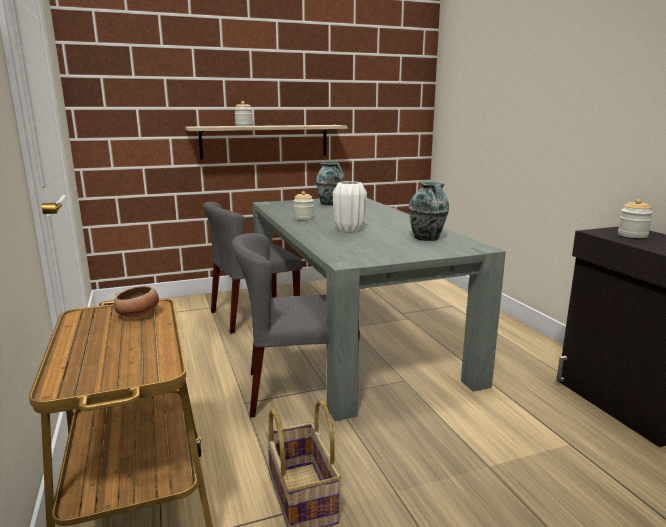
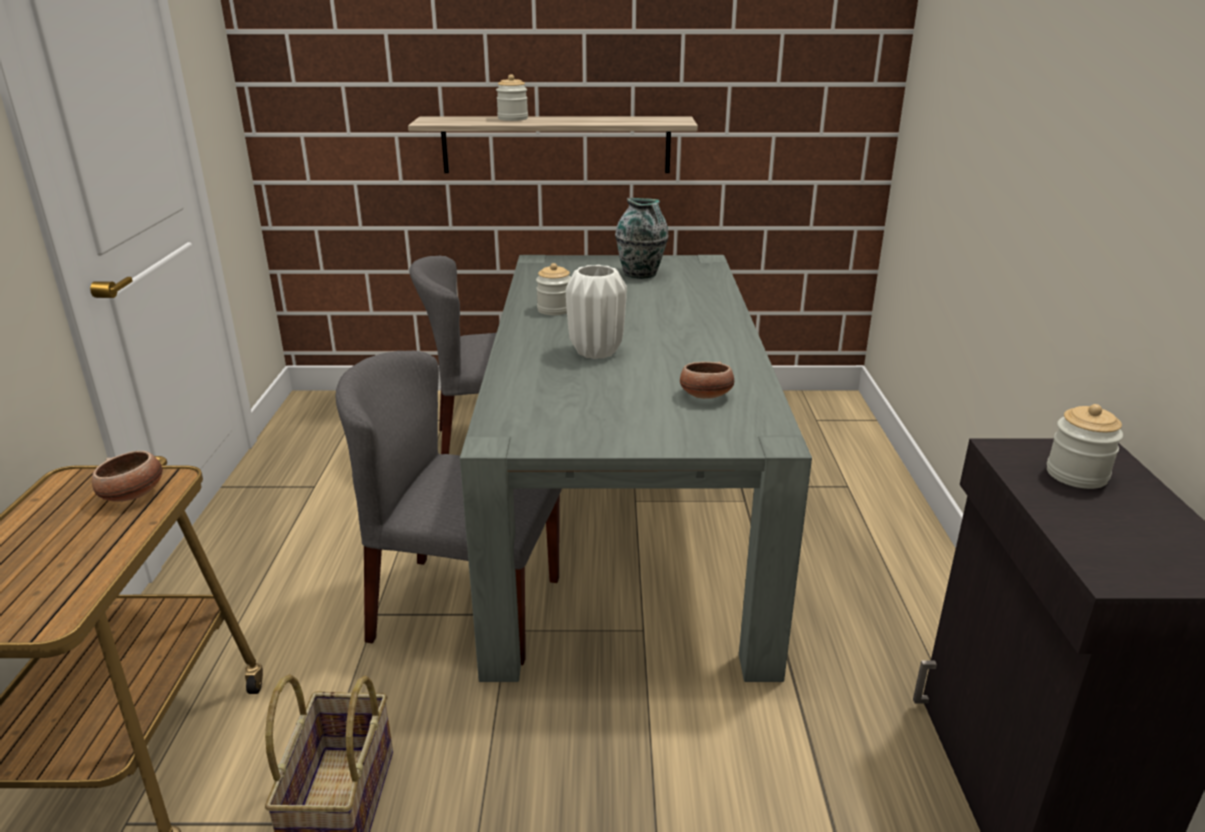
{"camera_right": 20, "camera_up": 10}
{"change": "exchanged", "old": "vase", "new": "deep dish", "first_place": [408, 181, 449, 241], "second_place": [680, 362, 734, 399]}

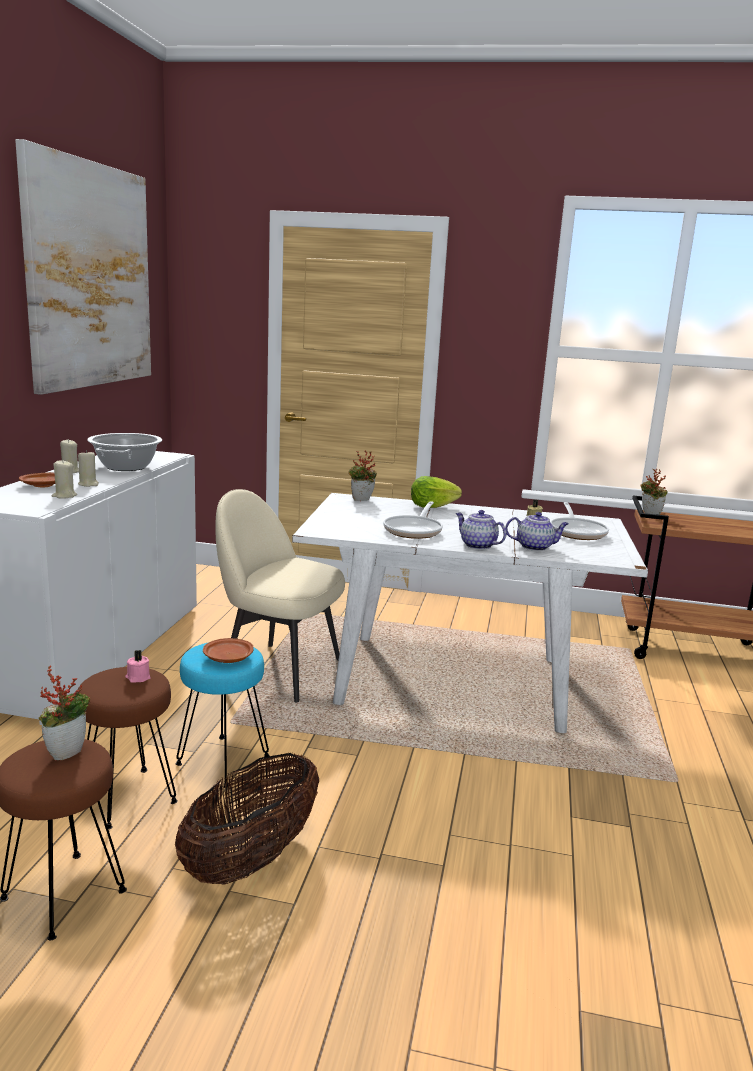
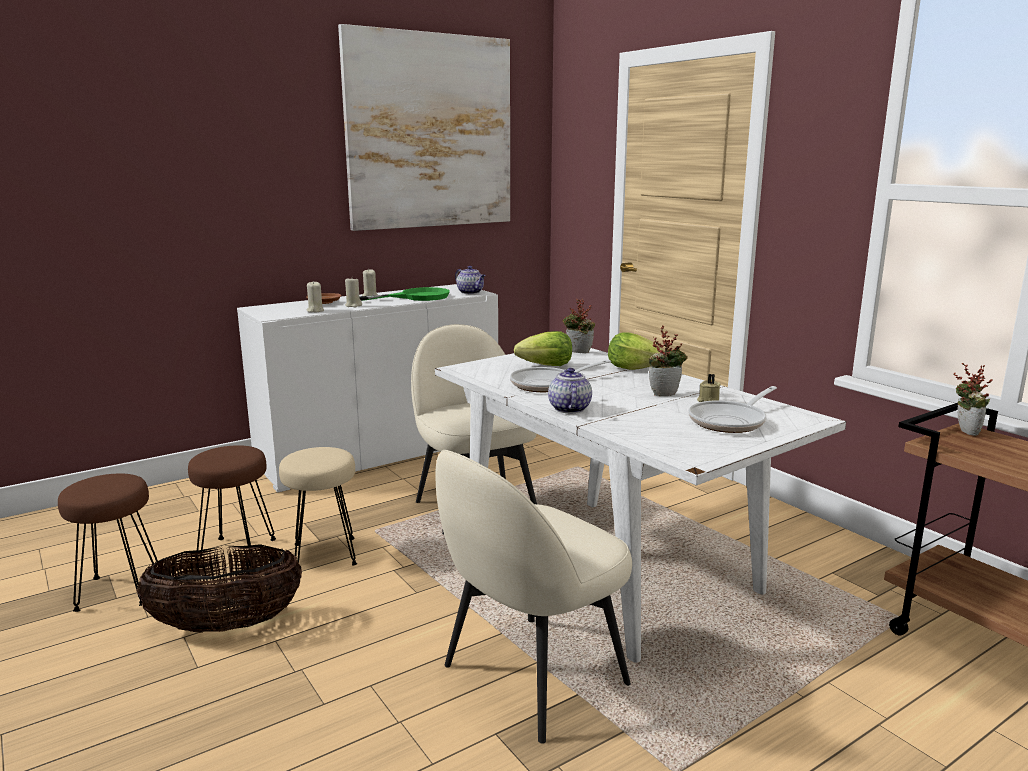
{"camera_right": 45, "camera_up": 0}
{"change": "relocated", "old": "houseplant", "first_place": [39, 666, 90, 761], "second_place": [648, 326, 688, 396]}
{"change": "exchanged", "old": "saucepot", "new": "frying pan (green)", "first_place": [87, 433, 162, 471], "second_place": [360, 287, 450, 301]}
{"change": "missing", "old": "wax candle (pinkish)", "first_place": [125, 650, 151, 683]}
{"change": "colour", "old": "stool (blue-green)", "new": "stool (beige)", "first_place": [175, 642, 270, 788], "second_place": [279, 447, 357, 566]}
{"change": "missing", "old": "plate (brownish)", "first_place": [203, 638, 254, 663]}
{"change": "relocated", "old": "tea pot", "first_place": [505, 512, 569, 551], "second_place": [455, 266, 486, 294]}
{"change": "appeared", "new": "chair (beige)", "second_place": [435, 450, 632, 744]}
{"change": "appeared", "new": "head of lettuce", "second_place": [514, 331, 572, 366]}

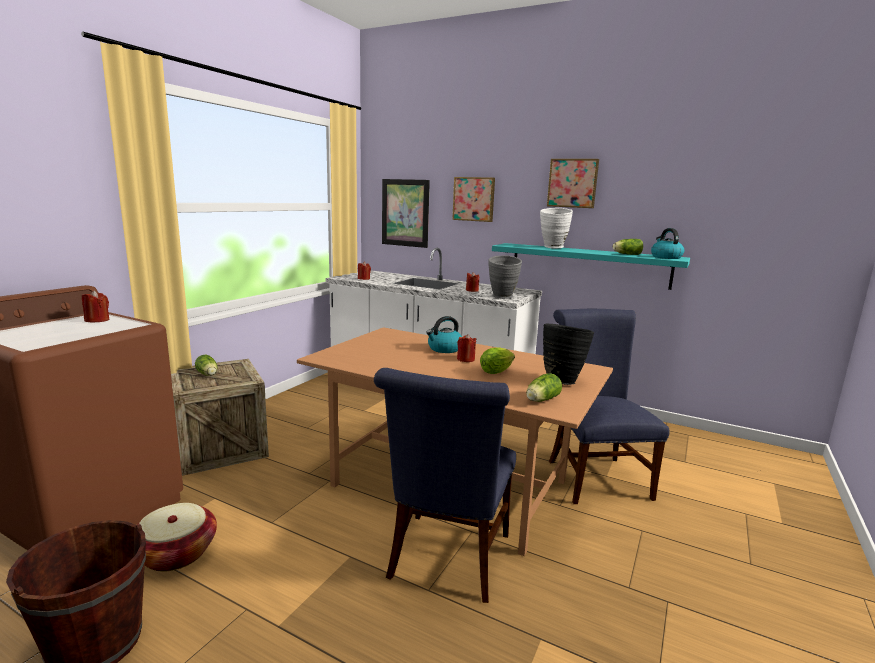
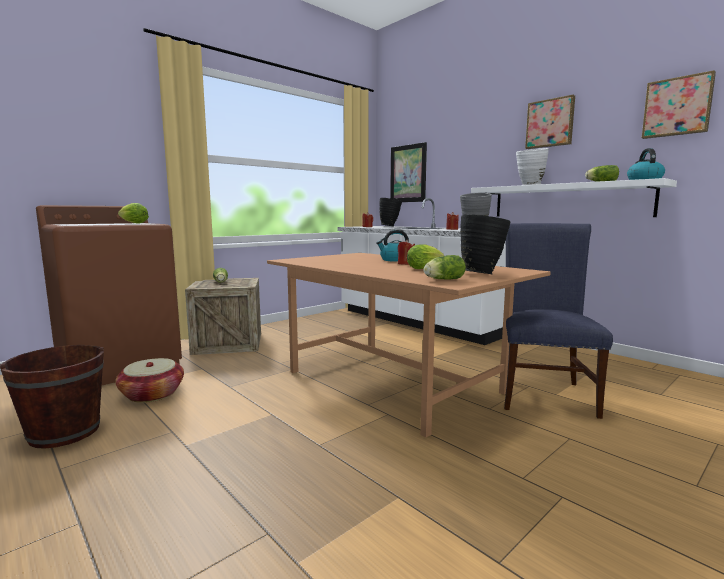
{"camera_right": 20, "camera_up": -5}
{"change": "exchanged", "old": "wax candle (red)", "new": "head of lettuce", "first_place": [82, 290, 109, 322], "second_place": [118, 203, 149, 224]}
{"change": "missing", "old": "chair (bluish)", "first_place": [374, 368, 516, 603]}
{"change": "relocated", "old": "wall picture", "first_place": [452, 177, 495, 222], "second_place": [642, 70, 716, 139]}
{"change": "colour", "old": "shelf (blue-green)", "new": "shelf (white-coloured)", "first_place": [492, 243, 690, 290], "second_place": [471, 178, 677, 217]}
{"change": "appeared", "new": "vase (black-coloured)", "second_place": [379, 198, 402, 226]}

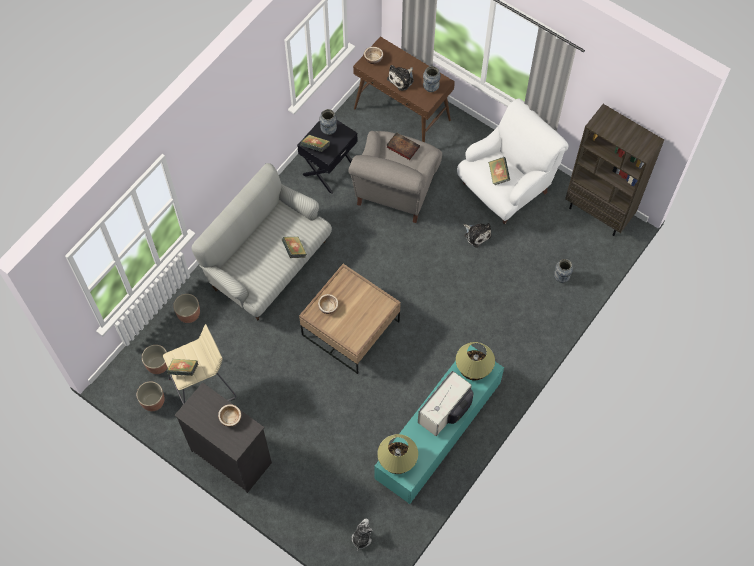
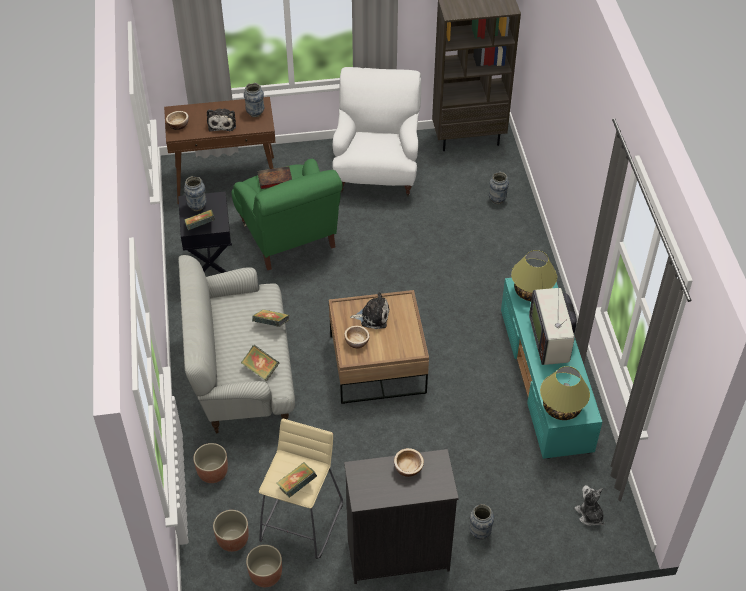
{"camera_right": -45, "camera_up": -15}
{"change": "colour", "old": "armchair (gray)", "new": "armchair (green)", "first_place": [348, 131, 442, 223], "second_place": [232, 159, 343, 270]}
{"change": "relocated", "old": "soft toy", "first_place": [463, 223, 492, 248], "second_place": [350, 292, 389, 329]}
{"change": "relocated", "old": "book", "first_place": [489, 157, 510, 185], "second_place": [241, 345, 280, 381]}
{"change": "appeared", "new": "vase", "second_place": [469, 504, 494, 539]}

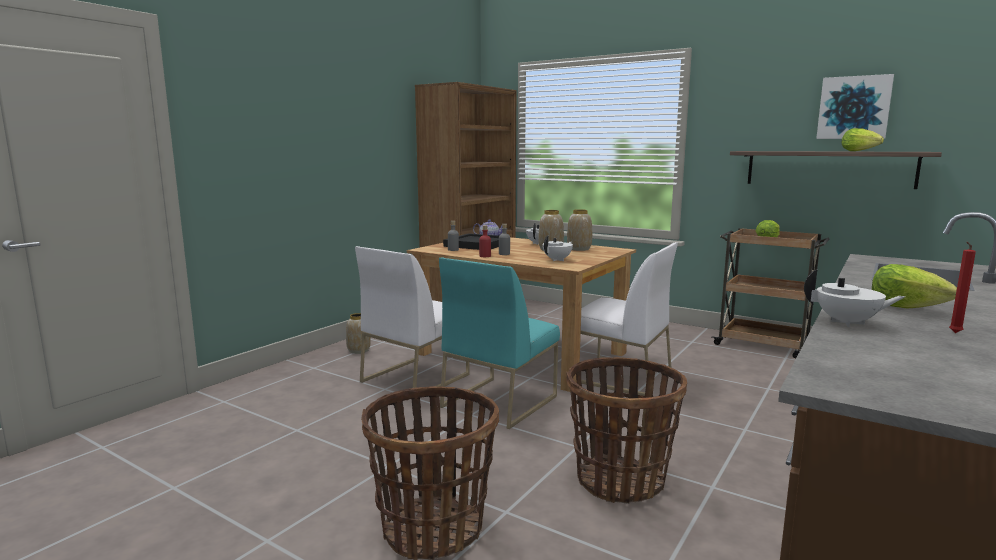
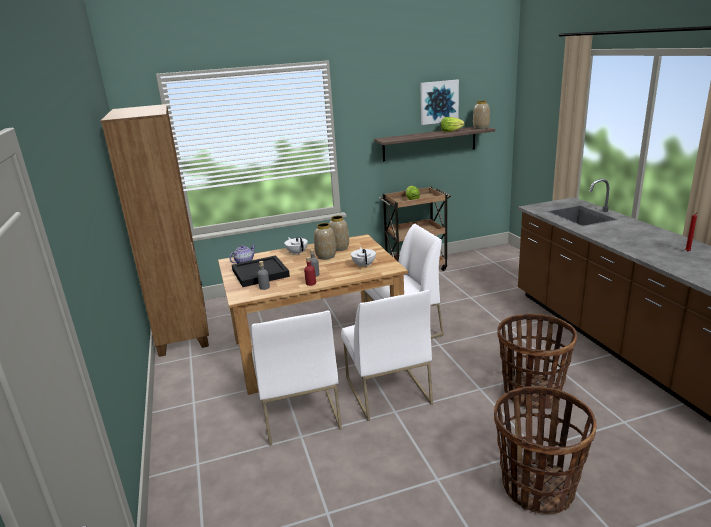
{"camera_right": -50, "camera_up": 10}
{"change": "relocated", "old": "vase", "first_place": [346, 313, 371, 354], "second_place": [473, 101, 490, 129]}
{"change": "colour", "old": "chair (blue-green)", "new": "chair (white-coloured)", "first_place": [439, 258, 560, 429], "second_place": [341, 290, 433, 421]}
{"change": "missing", "old": "tea pot (white-coloured)", "first_place": [804, 269, 905, 327]}
{"change": "missing", "old": "head of lettuce", "first_place": [872, 264, 957, 309]}

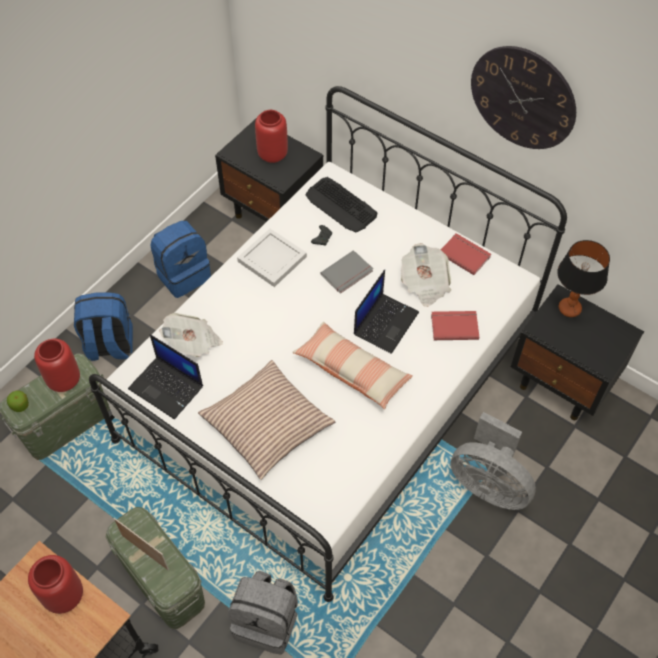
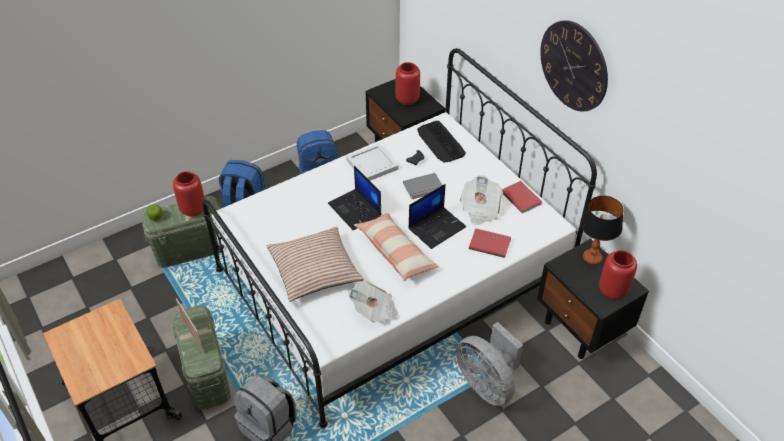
{"camera_right": 20, "camera_up": -10}
{"change": "relocated", "old": "vase (red)", "first_place": [28, 555, 83, 614], "second_place": [599, 250, 637, 299]}
{"change": "relocated", "old": "portable computer", "first_place": [128, 334, 203, 419], "second_place": [328, 166, 382, 230]}
{"change": "relocated", "old": "newspaper", "first_place": [159, 313, 223, 357], "second_place": [348, 281, 400, 323]}

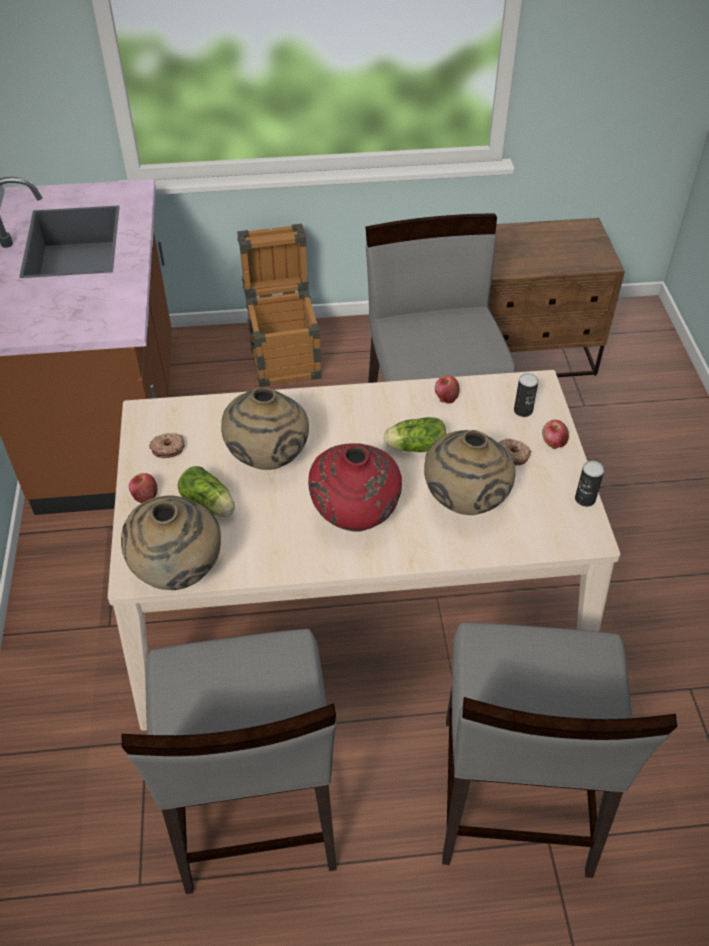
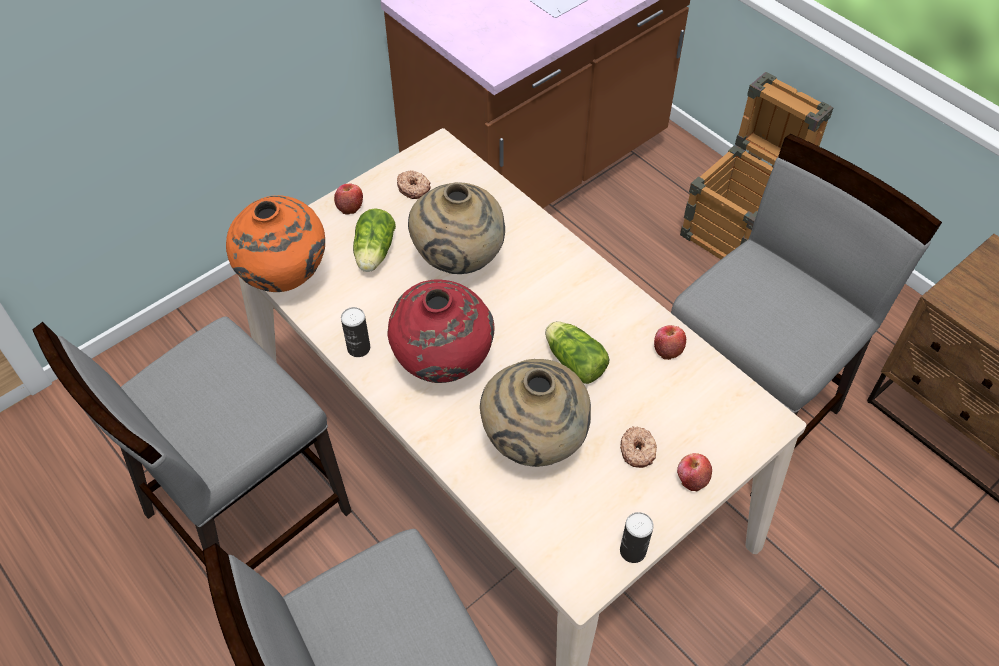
{"camera_right": 55, "camera_up": 5}
{"change": "colour", "old": "vase (beige)", "new": "vase (orange-coloured)", "first_place": [121, 495, 221, 590], "second_place": [226, 195, 325, 292]}
{"change": "relocated", "old": "can", "first_place": [514, 373, 539, 417], "second_place": [341, 307, 370, 357]}

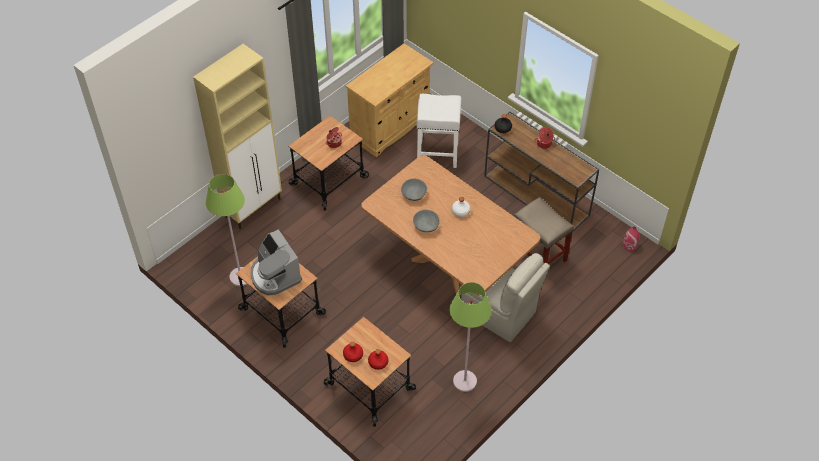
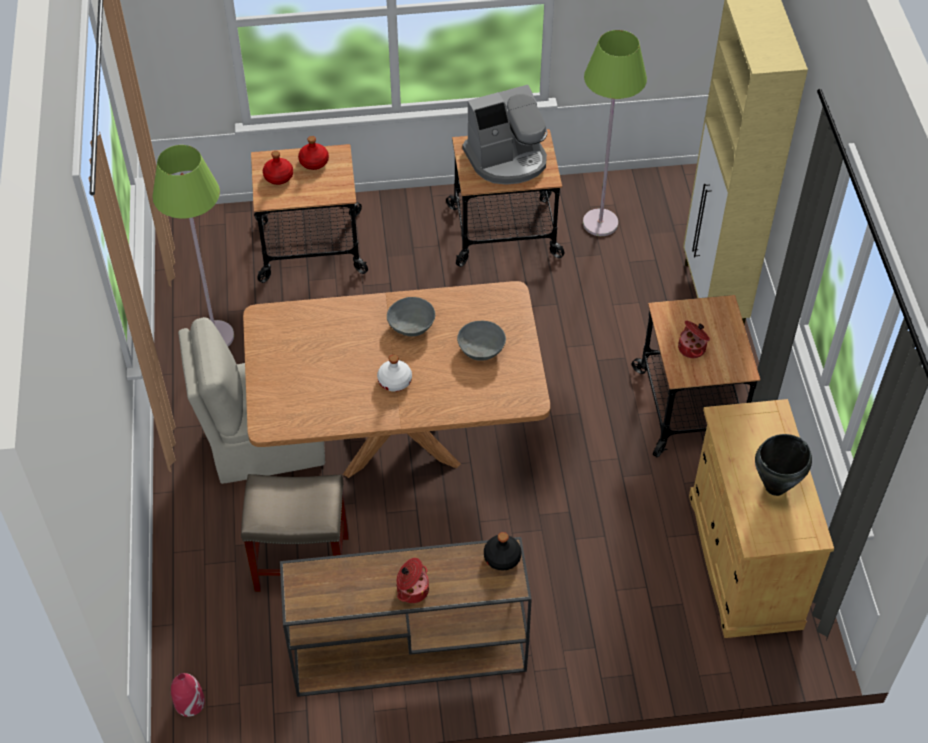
{"camera_right": 130, "camera_up": 0}
{"change": "spun", "old": "coffee machine", "first_place": [251, 229, 302, 295], "second_place": [463, 85, 548, 185], "degrees": 150}
{"change": "missing", "old": "stool (white-coloured)", "first_place": [416, 94, 461, 168]}
{"change": "appeared", "new": "saucepot (black-coloured)", "second_place": [755, 434, 812, 496]}

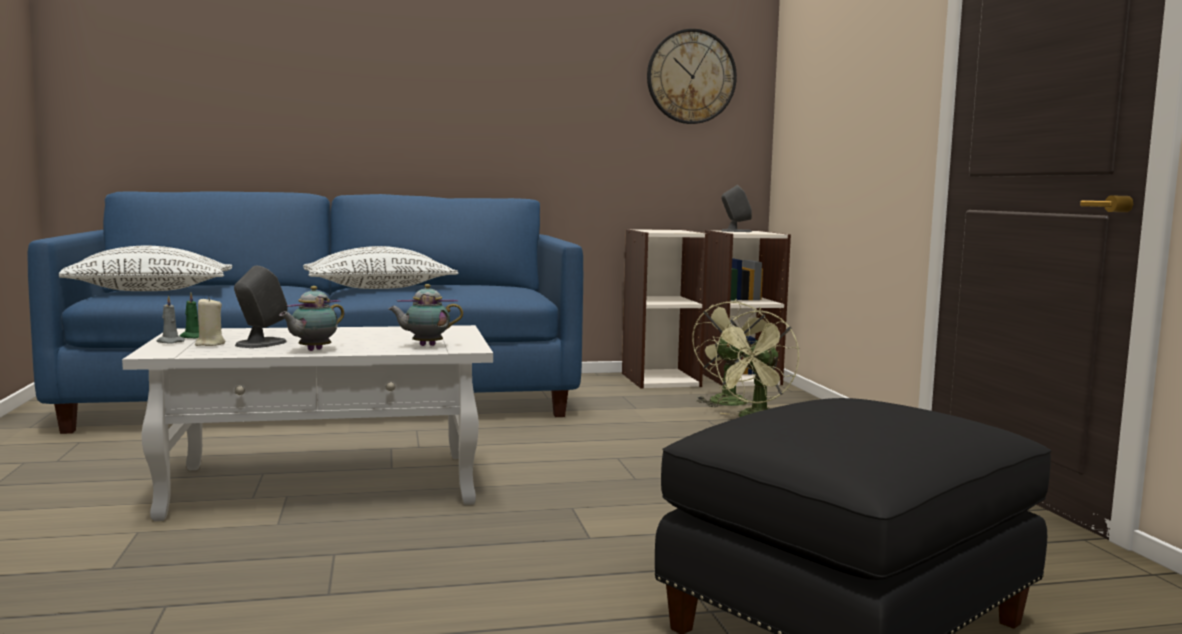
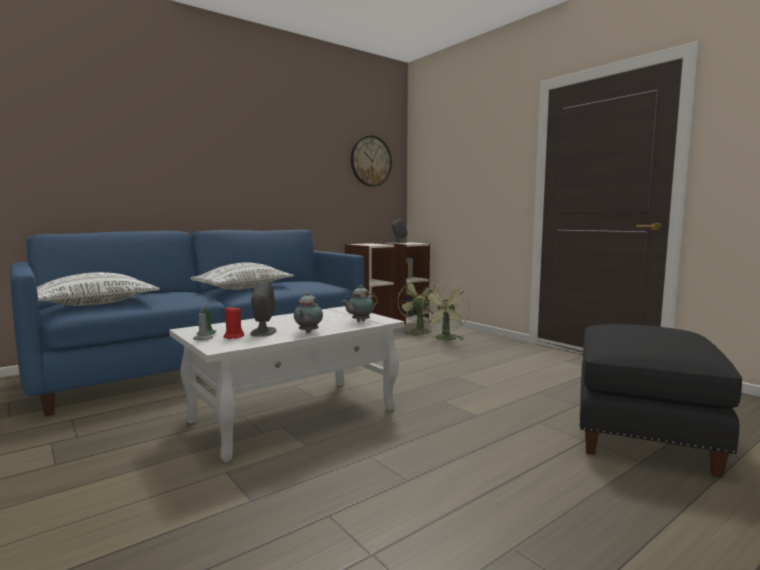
{"camera_right": -25, "camera_up": 0}
{"change": "colour", "old": "wax candle (beige)", "new": "wax candle (red)", "first_place": [195, 297, 225, 346], "second_place": [224, 306, 244, 339]}

